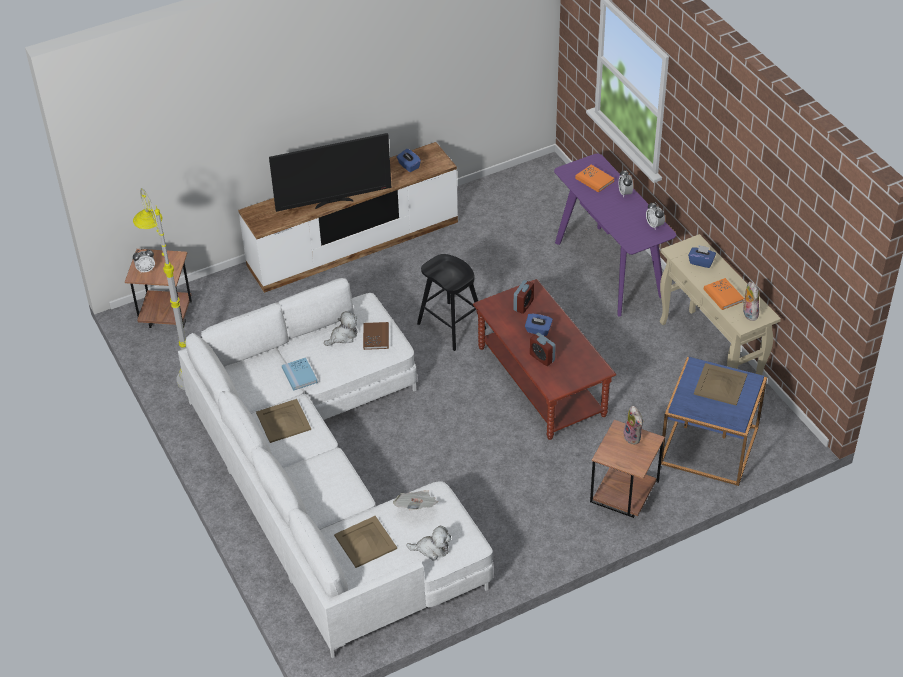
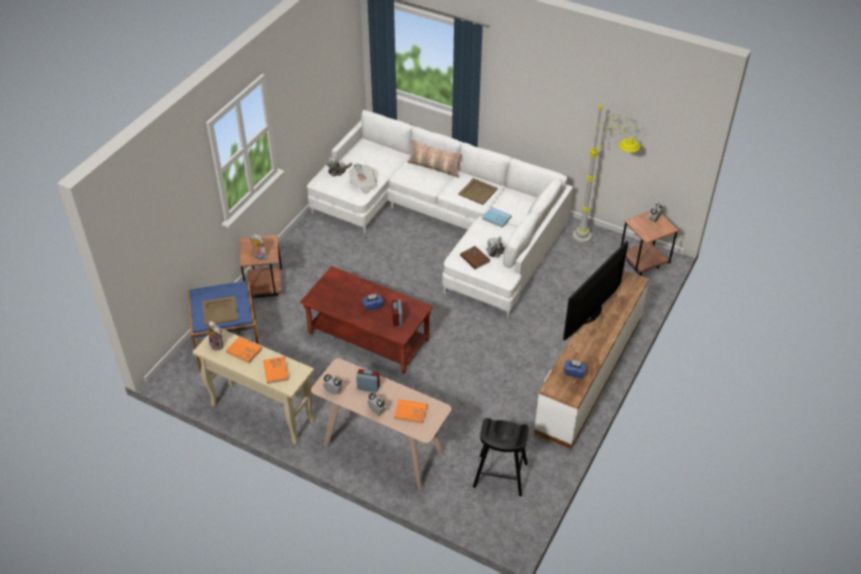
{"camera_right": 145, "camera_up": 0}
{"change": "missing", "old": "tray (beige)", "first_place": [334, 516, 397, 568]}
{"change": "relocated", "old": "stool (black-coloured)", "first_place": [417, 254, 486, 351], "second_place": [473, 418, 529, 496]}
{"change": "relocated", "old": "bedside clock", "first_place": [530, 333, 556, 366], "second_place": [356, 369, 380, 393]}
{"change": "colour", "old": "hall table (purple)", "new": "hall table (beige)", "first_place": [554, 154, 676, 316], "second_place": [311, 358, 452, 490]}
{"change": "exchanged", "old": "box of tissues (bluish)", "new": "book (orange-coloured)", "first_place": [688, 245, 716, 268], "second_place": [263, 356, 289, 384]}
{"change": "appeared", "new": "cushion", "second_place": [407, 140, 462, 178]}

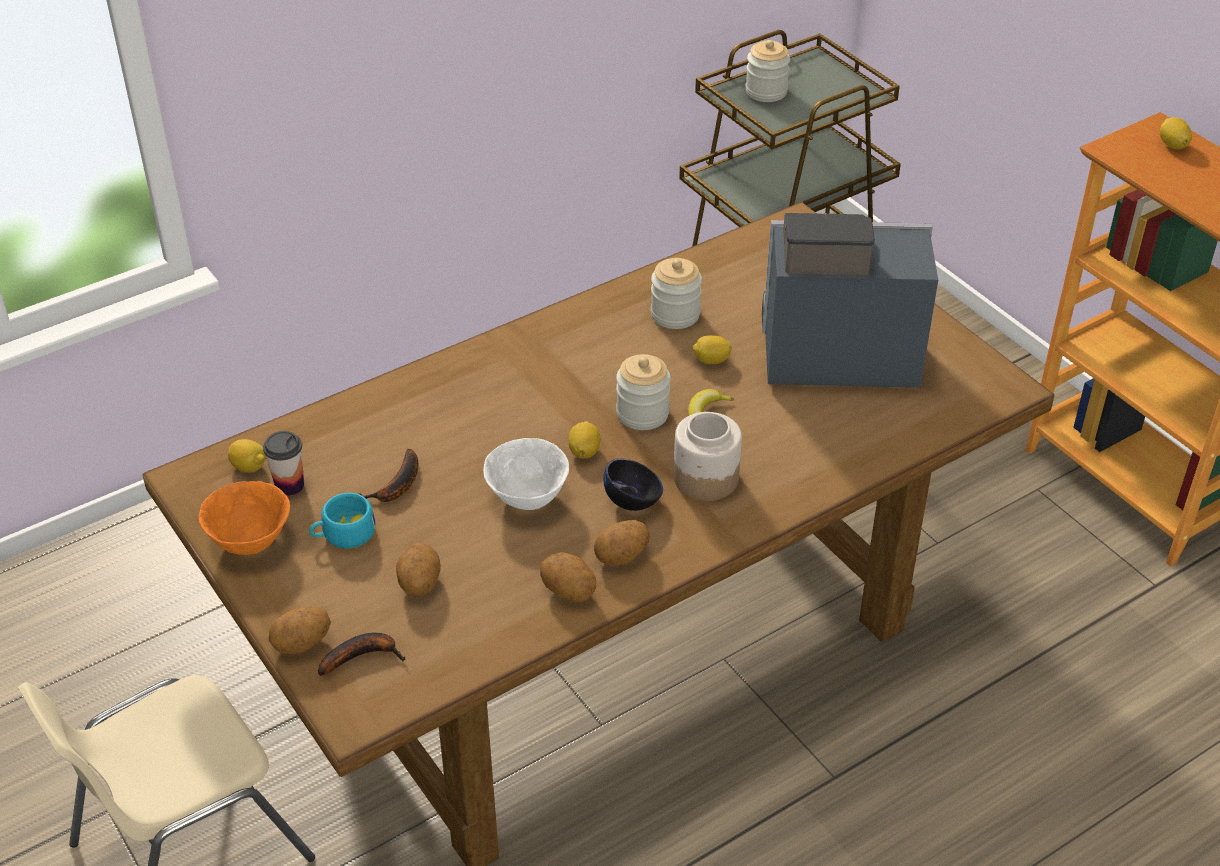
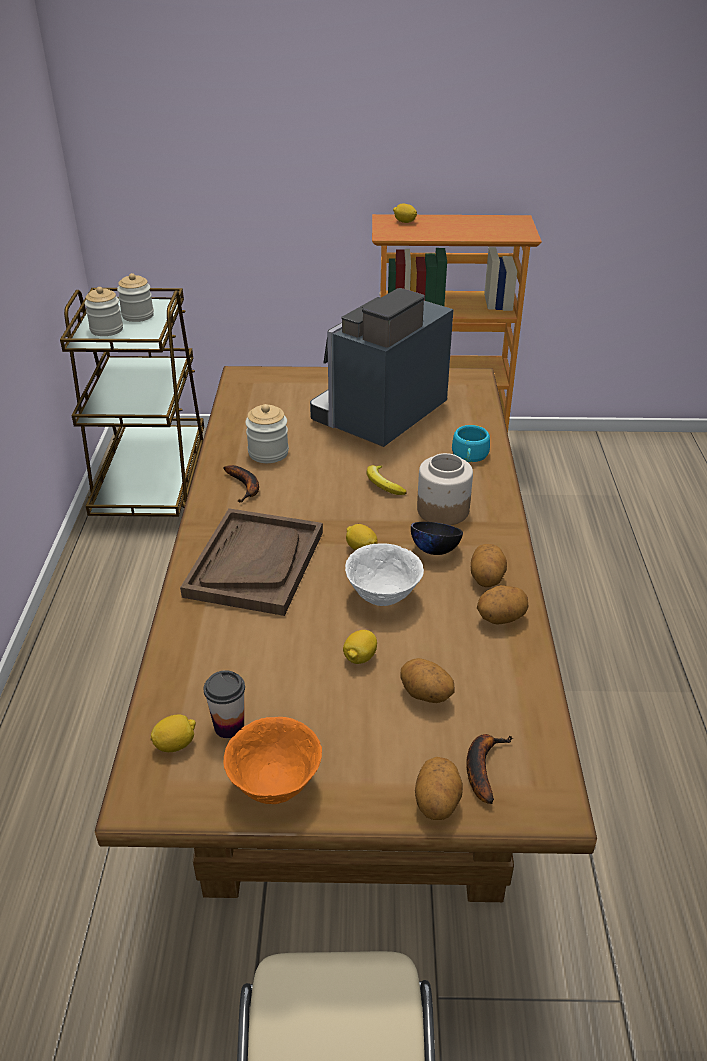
{"camera_right": -55, "camera_up": -5}
{"change": "relocated", "old": "small cup (blue-green)", "first_place": [309, 493, 376, 548], "second_place": [452, 425, 490, 462]}
{"change": "relocated", "old": "banana fruit", "first_place": [359, 449, 418, 502], "second_place": [223, 465, 259, 502]}
{"change": "relocated", "old": "storage jar", "first_place": [616, 354, 671, 430], "second_place": [117, 273, 154, 322]}
{"change": "relocated", "old": "citrus fruit", "first_place": [693, 335, 732, 364], "second_place": [343, 630, 377, 664]}
{"change": "appeared", "new": "tray (brownish)", "second_place": [180, 508, 323, 616]}

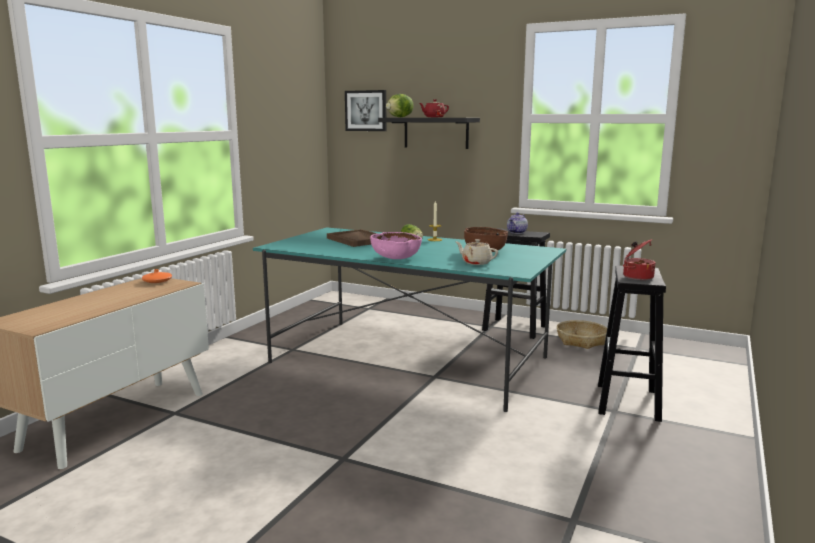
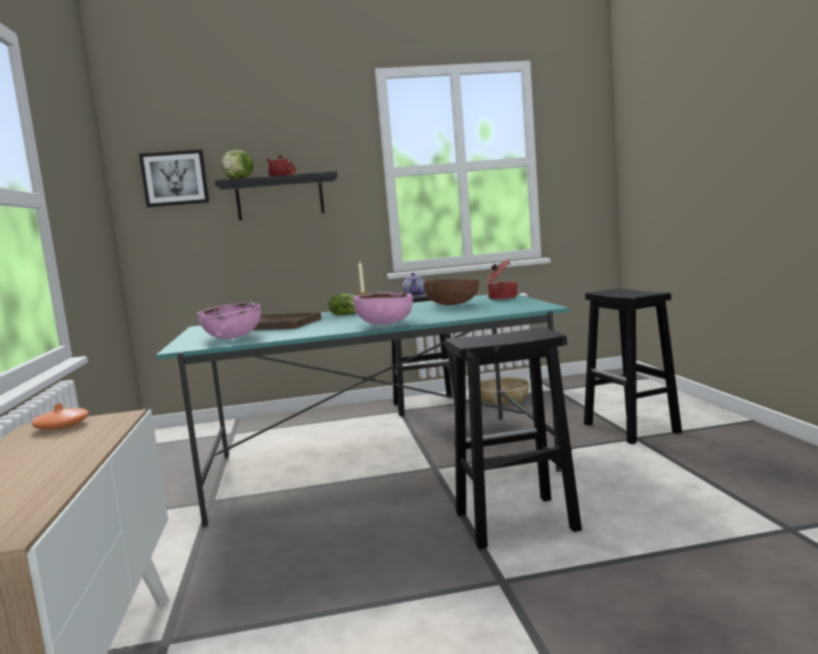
{"camera_right": -35, "camera_up": -5}
{"change": "missing", "old": "tea pot (beige)", "first_place": [455, 239, 498, 265]}
{"change": "relocated", "old": "saucepot", "first_place": [623, 239, 655, 280], "second_place": [487, 259, 518, 300]}
{"change": "appeared", "new": "deep dish (pinkish)", "second_place": [197, 302, 261, 339]}
{"change": "appeared", "new": "stool (black-coloured)", "second_place": [445, 327, 582, 549]}

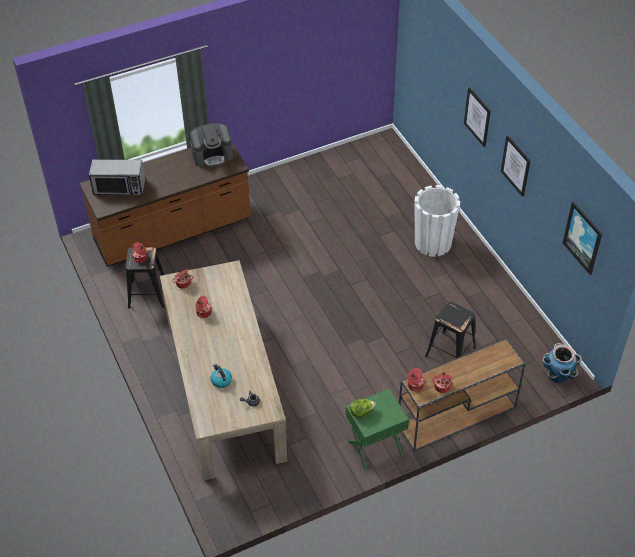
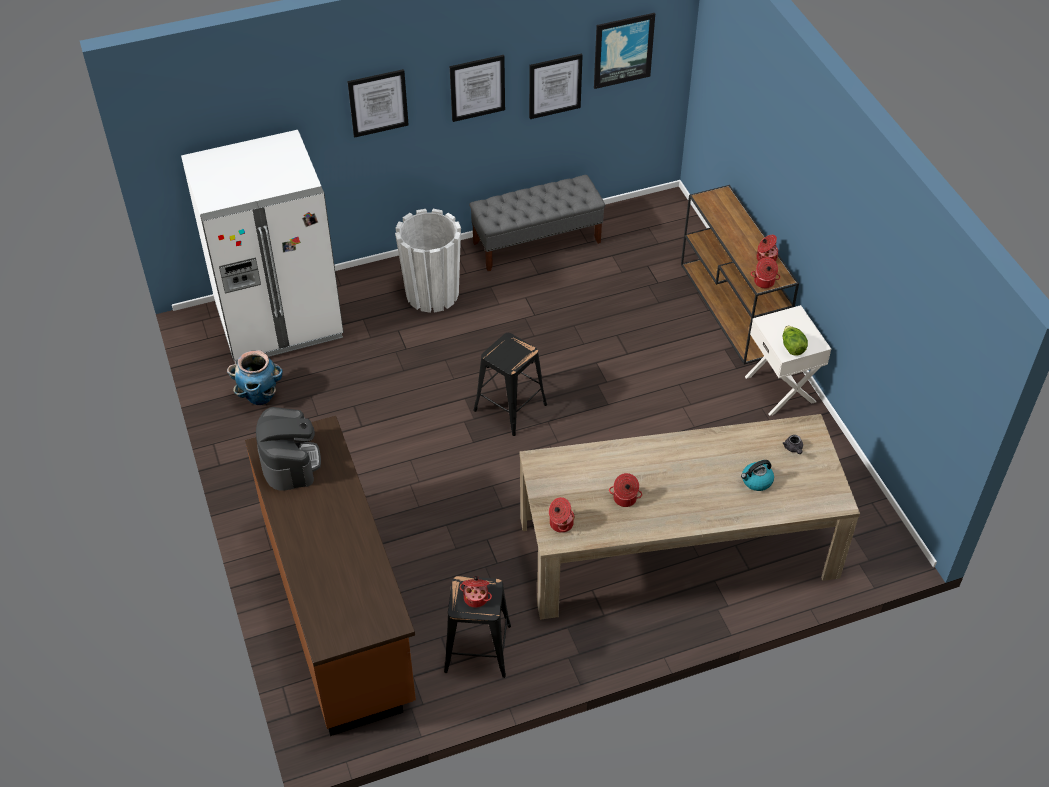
{"camera_right": -85, "camera_up": 0}
{"change": "missing", "old": "microwave oven", "first_place": [89, 159, 145, 195]}
{"change": "colour", "old": "nightstand (green)", "new": "nightstand (white-coloured)", "first_place": [346, 389, 409, 471], "second_place": [745, 305, 831, 416]}
{"change": "relocated", "old": "stool (black-coloured)", "first_place": [425, 302, 476, 358], "second_place": [473, 333, 547, 436]}
{"change": "relocated", "old": "flower pot", "first_place": [543, 343, 582, 383], "second_place": [227, 350, 283, 405]}
{"change": "appeared", "new": "kitchen fridge (white-coloured)", "second_place": [181, 130, 344, 364]}
{"change": "appeared", "new": "indoor bench (gray)", "second_place": [469, 175, 605, 271]}
{"change": "appeared", "new": "wall picture", "second_place": [529, 53, 583, 119]}

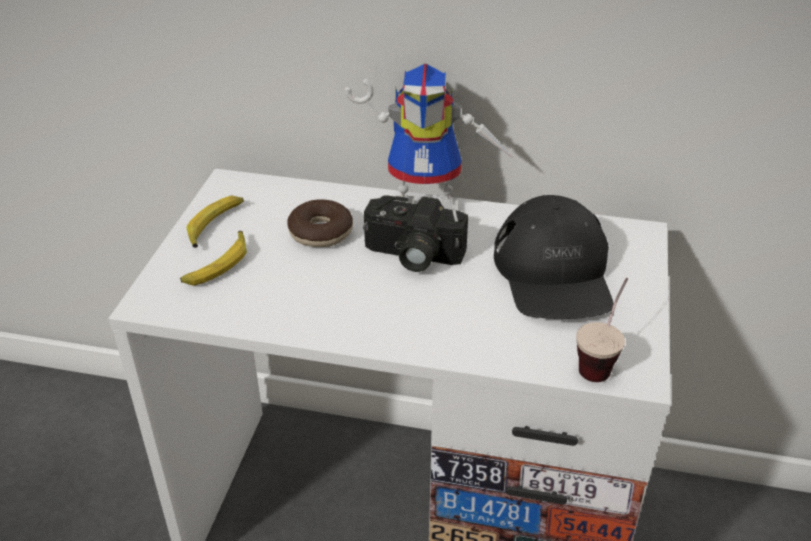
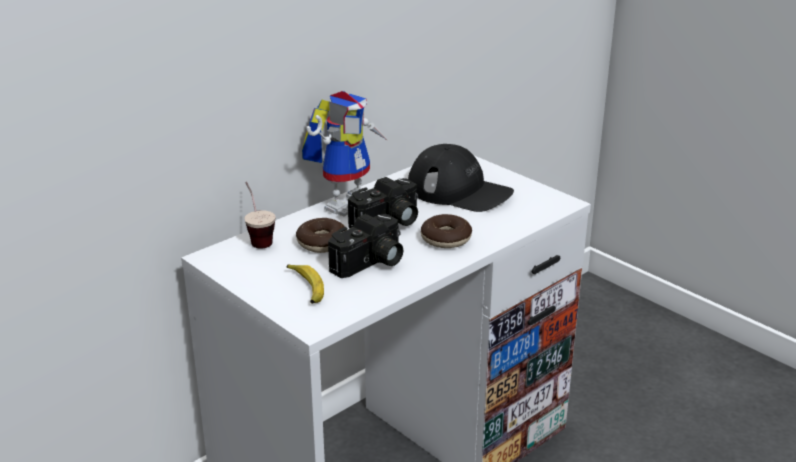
{"camera_right": -55, "camera_up": -10}
{"change": "missing", "old": "banana fruit", "first_place": [186, 195, 244, 248]}
{"change": "relocated", "old": "small cup", "first_place": [576, 278, 628, 382], "second_place": [244, 182, 276, 249]}
{"change": "appeared", "new": "still camera", "second_place": [328, 214, 403, 278]}
{"change": "appeared", "new": "ring doughnut", "second_place": [421, 214, 472, 248]}

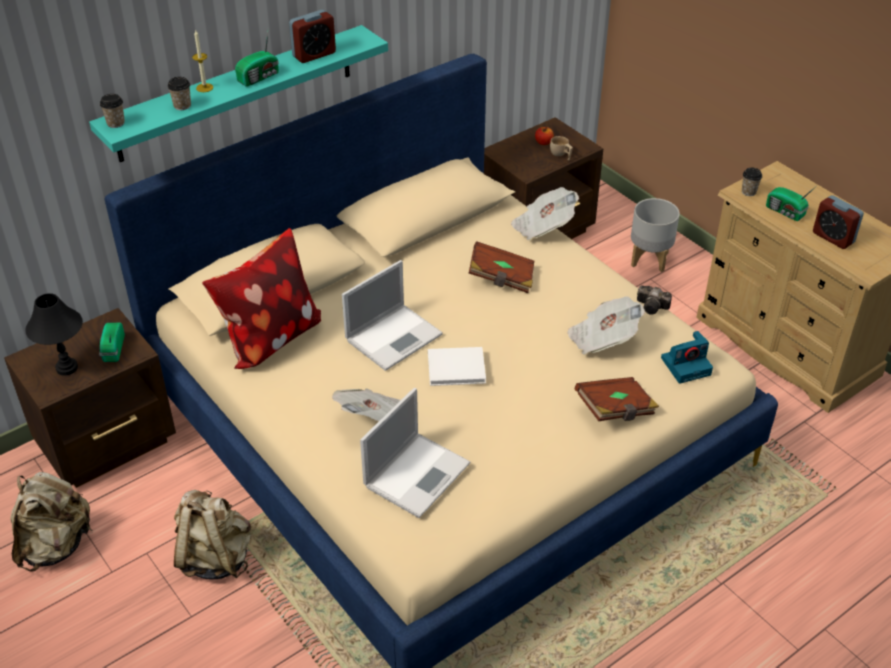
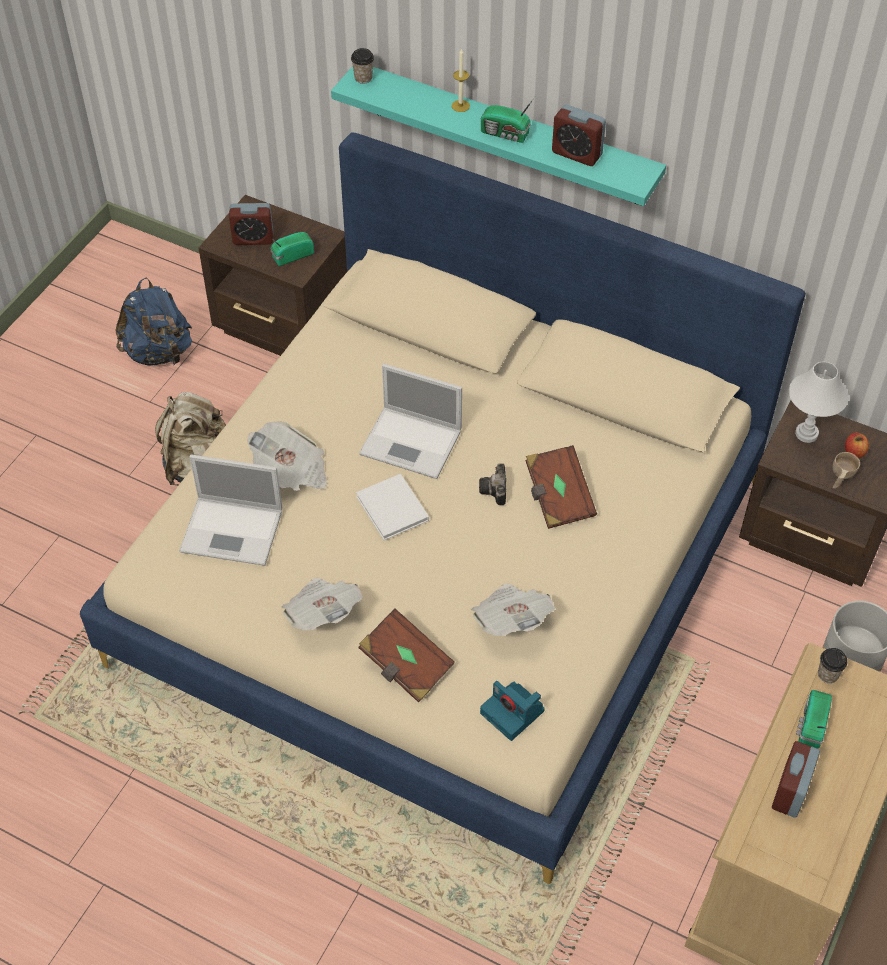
{"camera_right": 65, "camera_up": 10}
{"change": "colour", "old": "rucksack (beige)", "new": "rucksack (bluish)", "first_place": [10, 472, 93, 572], "second_place": [115, 277, 192, 366]}
{"change": "exchanged", "old": "lamp for a table (black-coloured)", "new": "bedside clock", "first_place": [25, 293, 83, 376], "second_place": [229, 203, 273, 245]}
{"change": "missing", "old": "small cup", "first_place": [168, 77, 191, 110]}
{"change": "missing", "old": "cushion", "first_place": [202, 228, 321, 369]}
{"change": "relocated", "old": "newspaper", "first_place": [511, 187, 579, 240], "second_place": [281, 577, 363, 631]}
{"change": "relocated", "old": "still camera", "first_place": [637, 286, 672, 315], "second_place": [479, 463, 506, 505]}
{"change": "appeared", "new": "lamp for a table (white-coloured)", "second_place": [789, 362, 849, 443]}

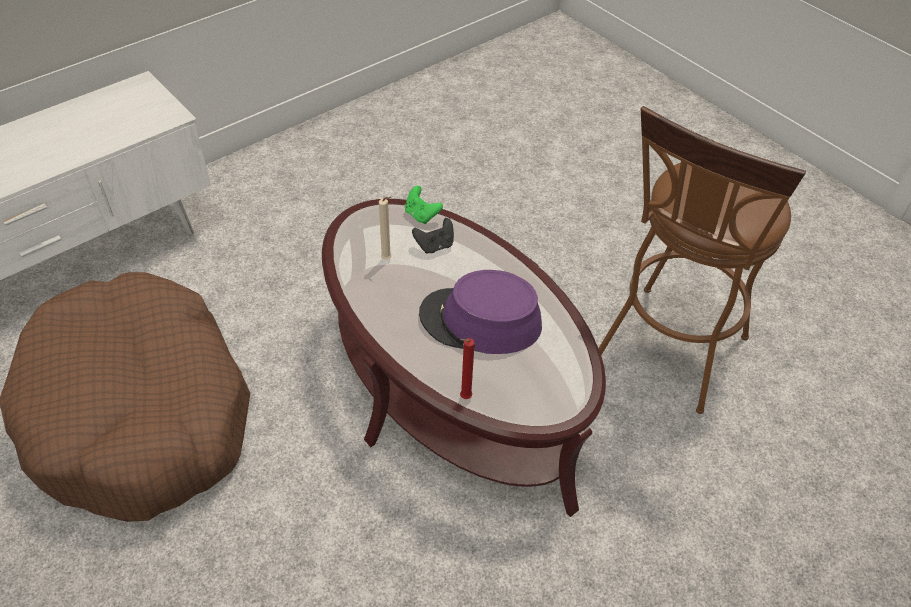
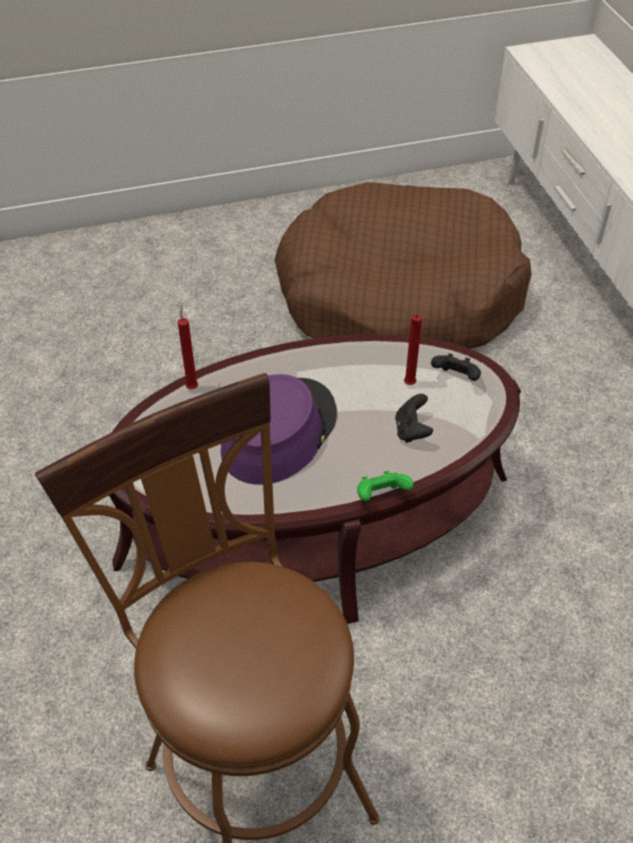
{"camera_right": 115, "camera_up": 0}
{"change": "colour", "old": "wax candle (beige)", "new": "wax candle (red)", "first_place": [379, 197, 392, 260], "second_place": [404, 313, 422, 385]}
{"change": "relocated", "old": "game controller (green)", "first_place": [405, 186, 443, 224], "second_place": [357, 471, 414, 501]}
{"change": "appeared", "new": "game controller (black-coloured)", "second_place": [431, 353, 481, 381]}

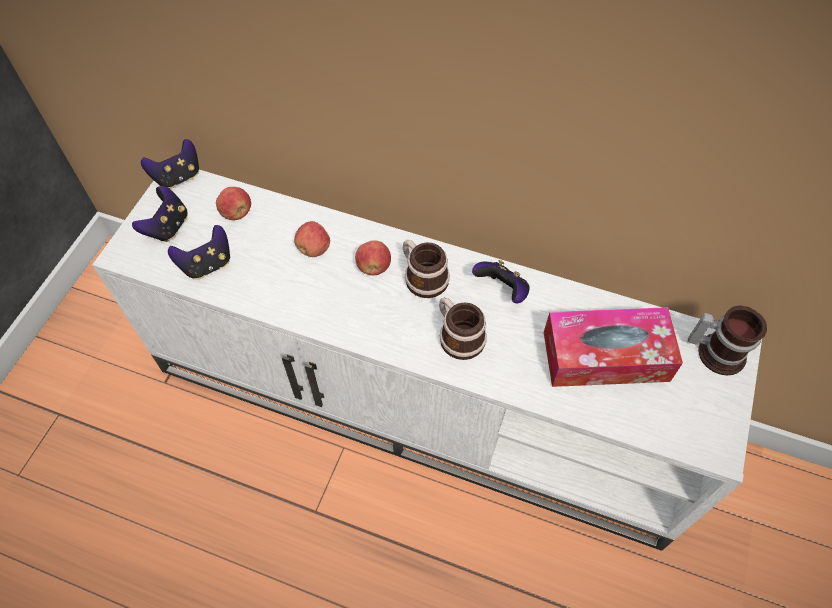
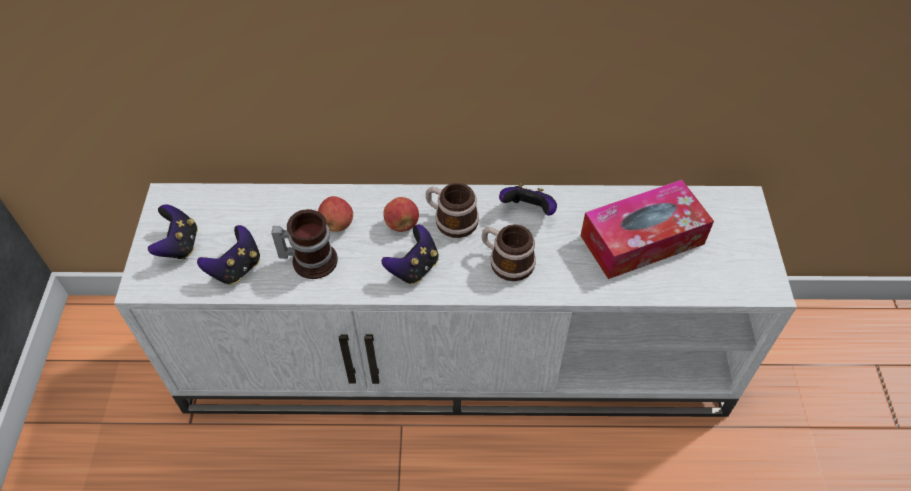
{"camera_right": -20, "camera_up": -5}
{"change": "relocated", "old": "game controller", "first_place": [141, 139, 199, 188], "second_place": [381, 225, 439, 284]}
{"change": "missing", "old": "apple fruit", "first_place": [216, 187, 251, 220]}
{"change": "relocated", "old": "mug", "first_place": [688, 306, 767, 375], "second_place": [271, 209, 338, 279]}

